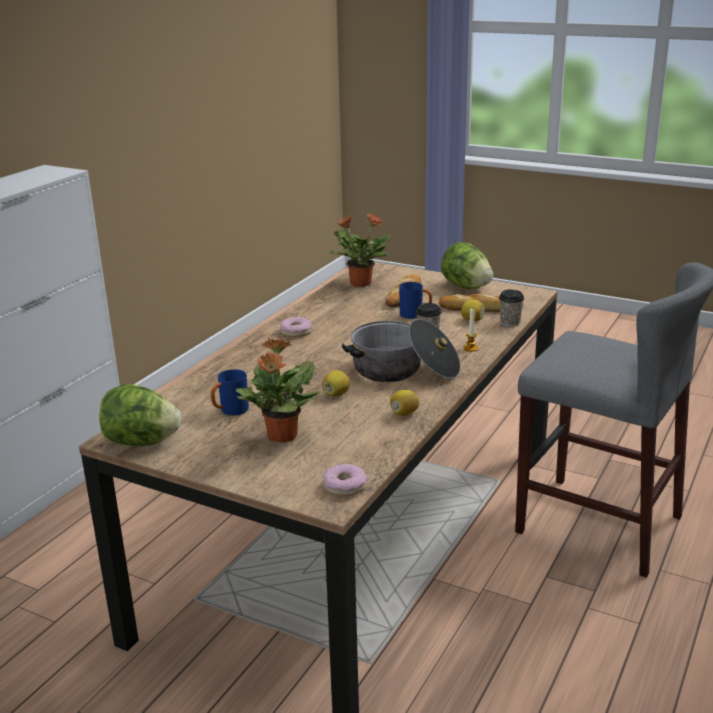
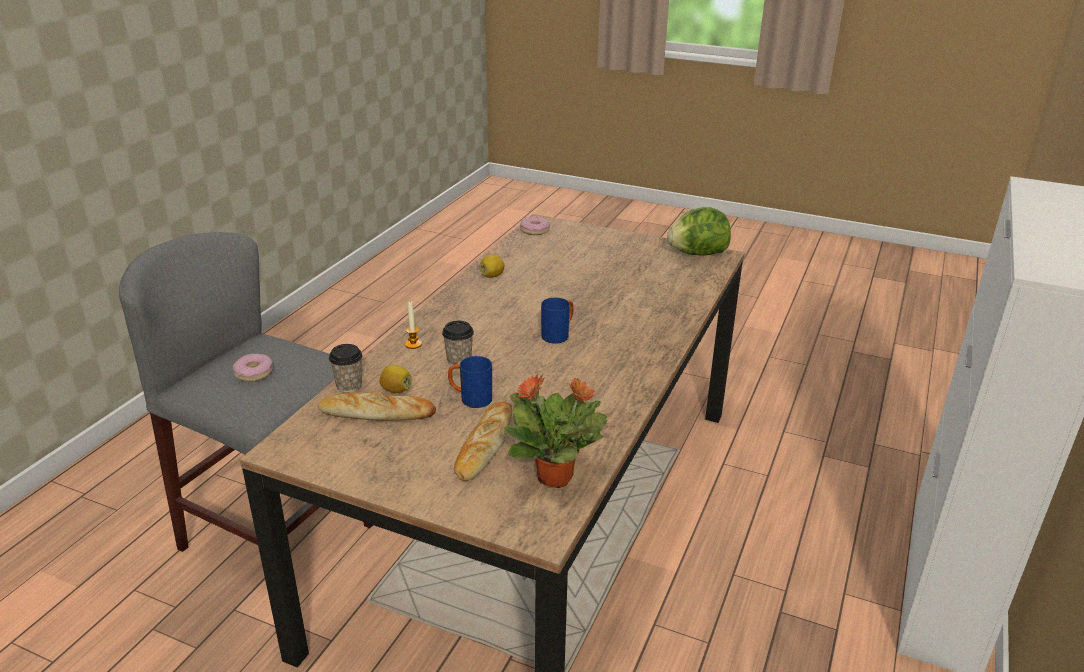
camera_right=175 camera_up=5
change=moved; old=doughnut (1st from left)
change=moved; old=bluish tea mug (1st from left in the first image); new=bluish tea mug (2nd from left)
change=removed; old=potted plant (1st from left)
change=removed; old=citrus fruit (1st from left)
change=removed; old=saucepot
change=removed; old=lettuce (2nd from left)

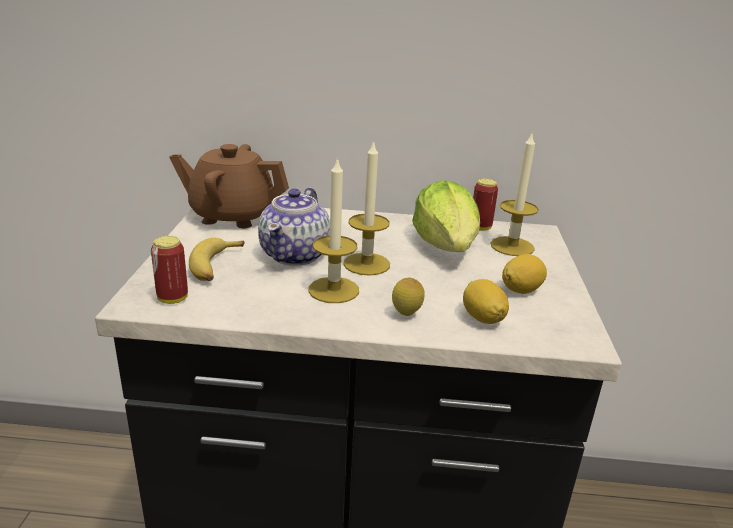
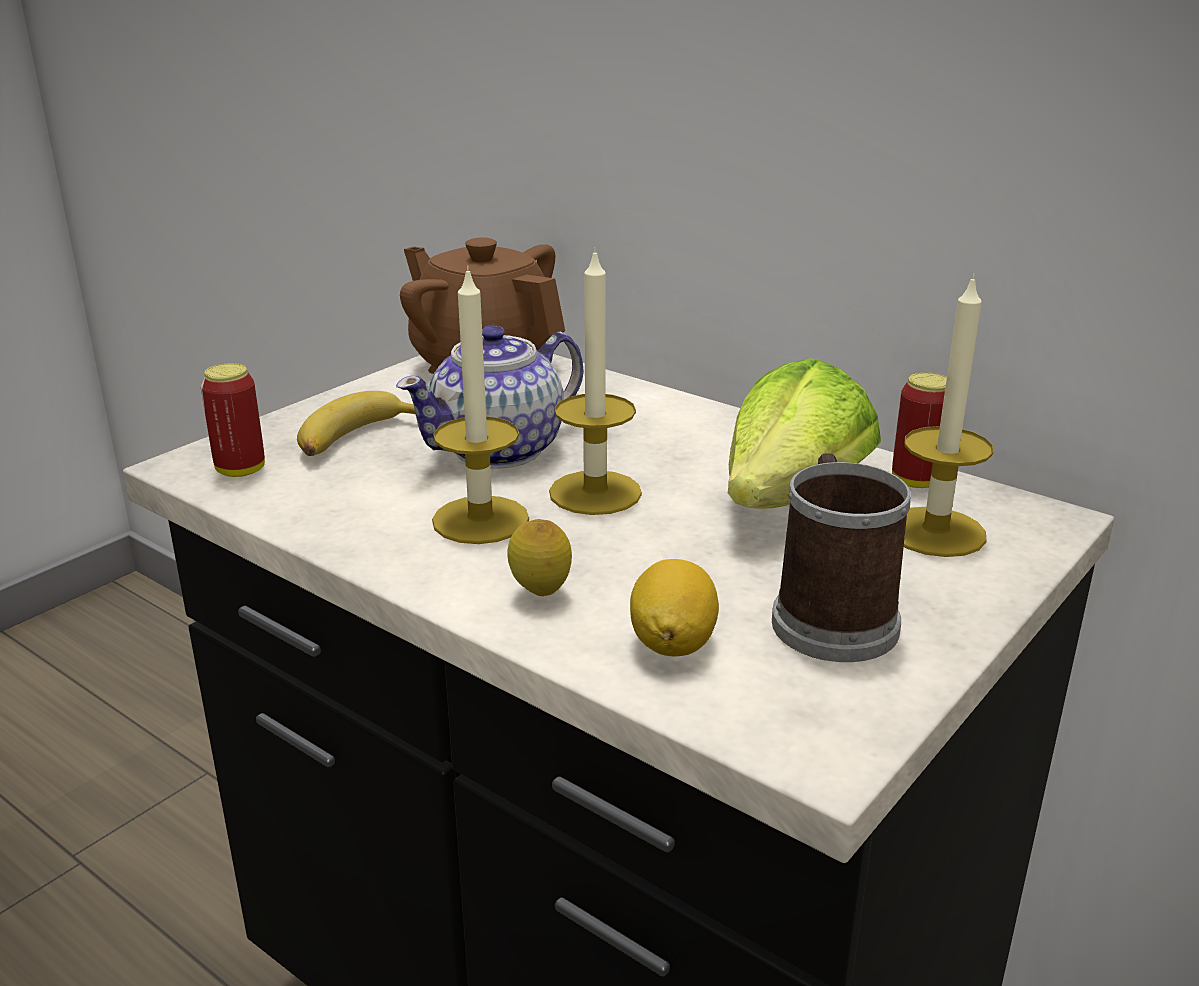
camera_right=35 camera_up=0
change=replaced; old=citrus fruit (3rd from left); new=tea mug

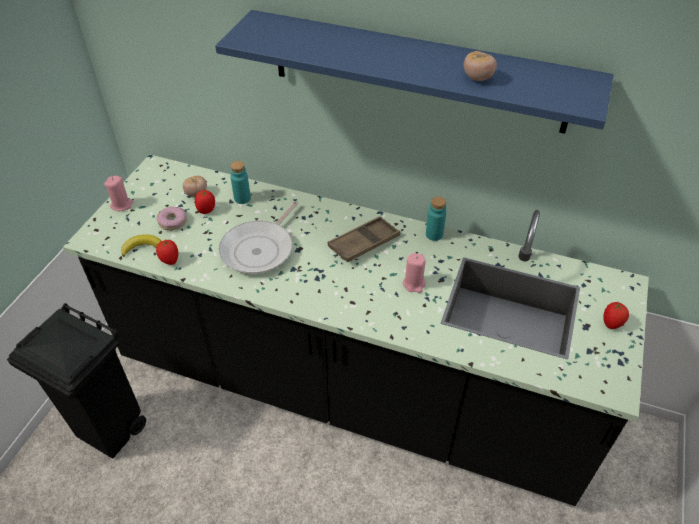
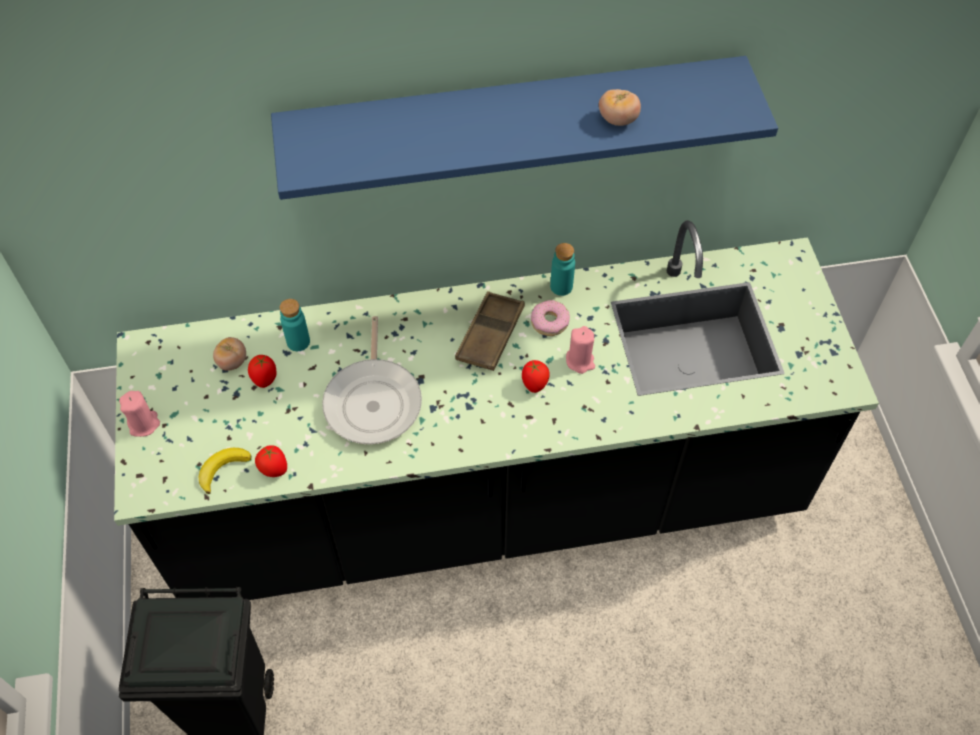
camera_right=-30 camera_up=10
change=moved; old=fresh tomato (5th from left in the first image); new=fresh tomato (4th from left)
change=moved; old=doughnut

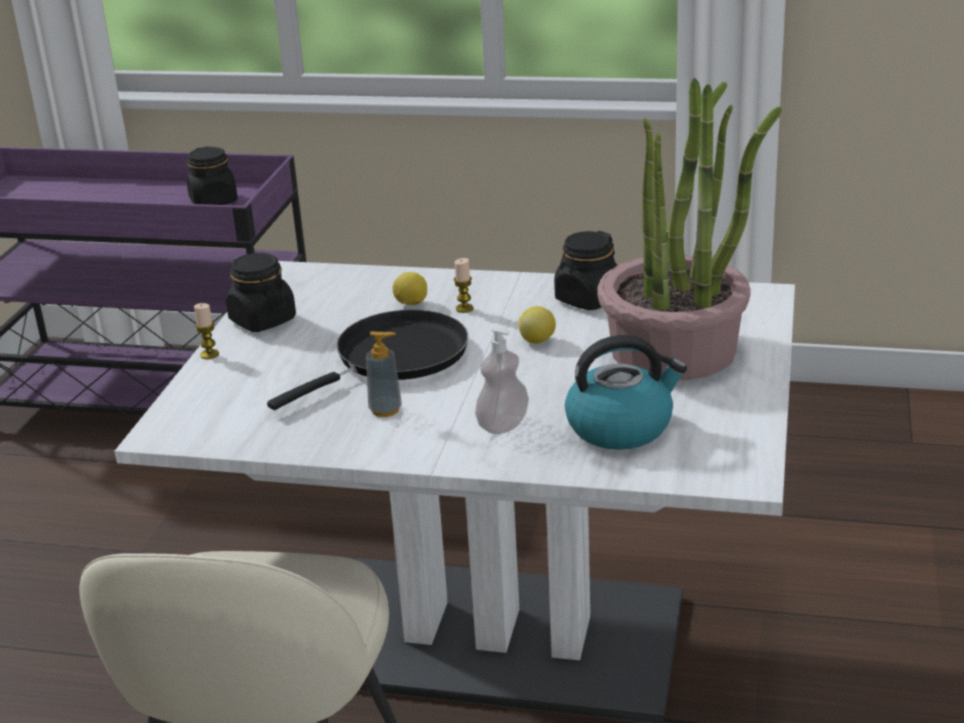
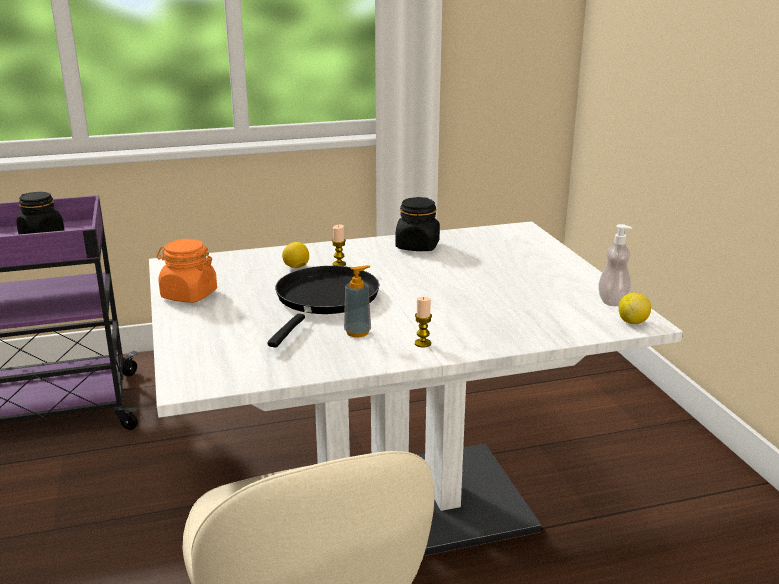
camera_right=-30 camera_up=-5
change=recoloured; old=blackish jar (2nd from left); new=orange-coloured jar
change=moved; old=wax light (1st from left in the first image); new=wax light (2nd from left)
change=moved; old=liquid soap bottle (2nd from left)
change=moved; old=citrus fruit (2nd from left)
change=removed; old=kettle
change=removed; old=potted plant

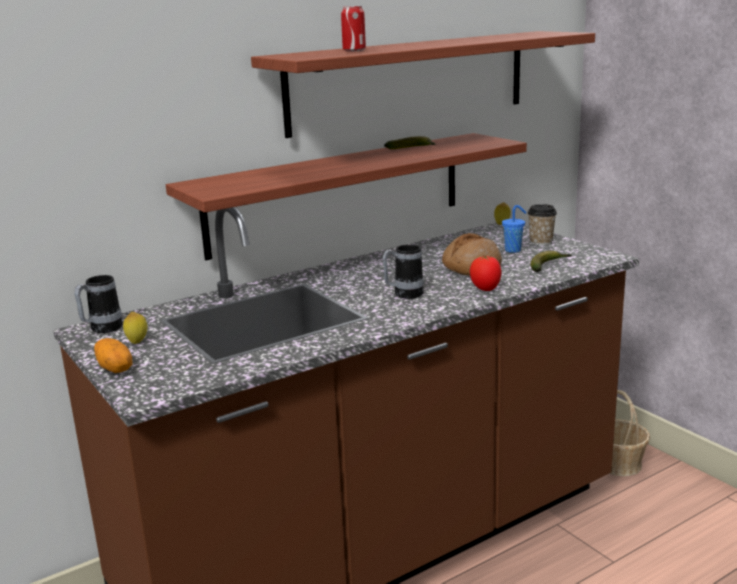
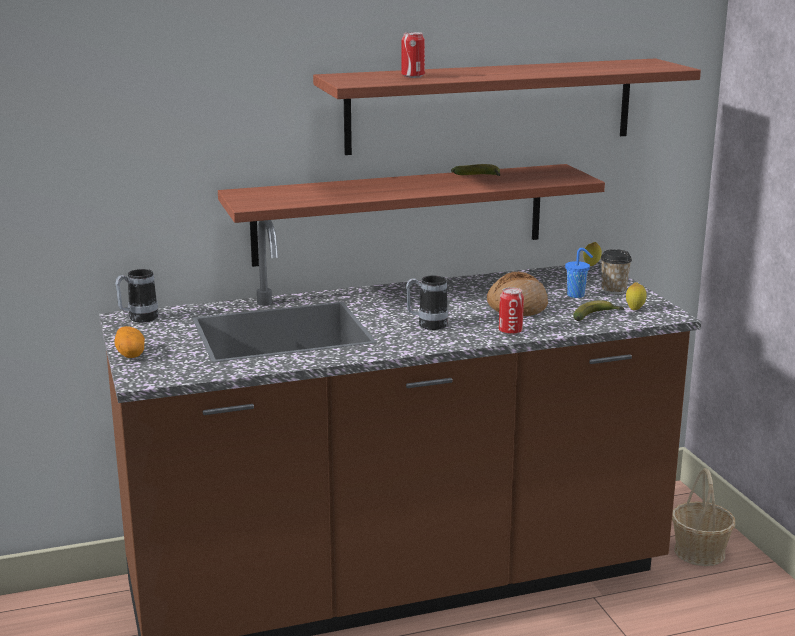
camera_right=15 camera_up=0
change=replaced; old=fresh tomato; new=metal can (2nd from left)
change=moved; old=citrus fruit (1st from left in the first image); new=citrus fruit (2nd from left)

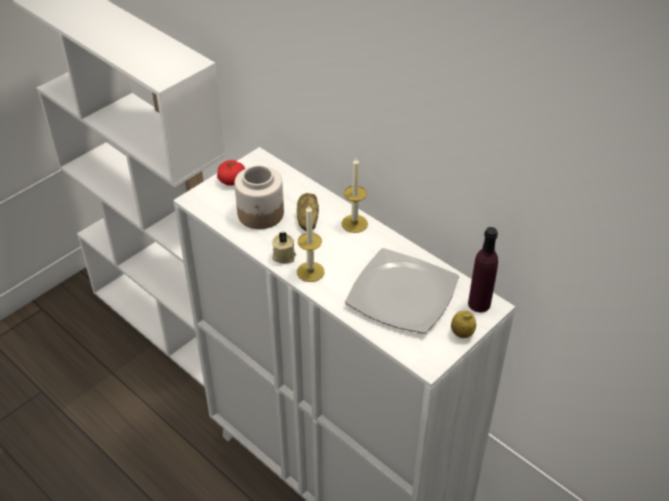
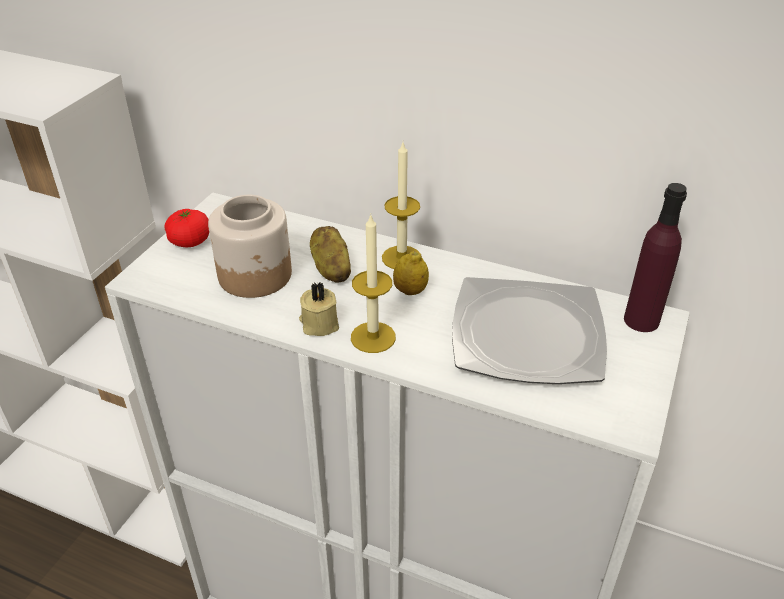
camera_right=-20 camera_up=-5
change=moved; old=citrus fruit

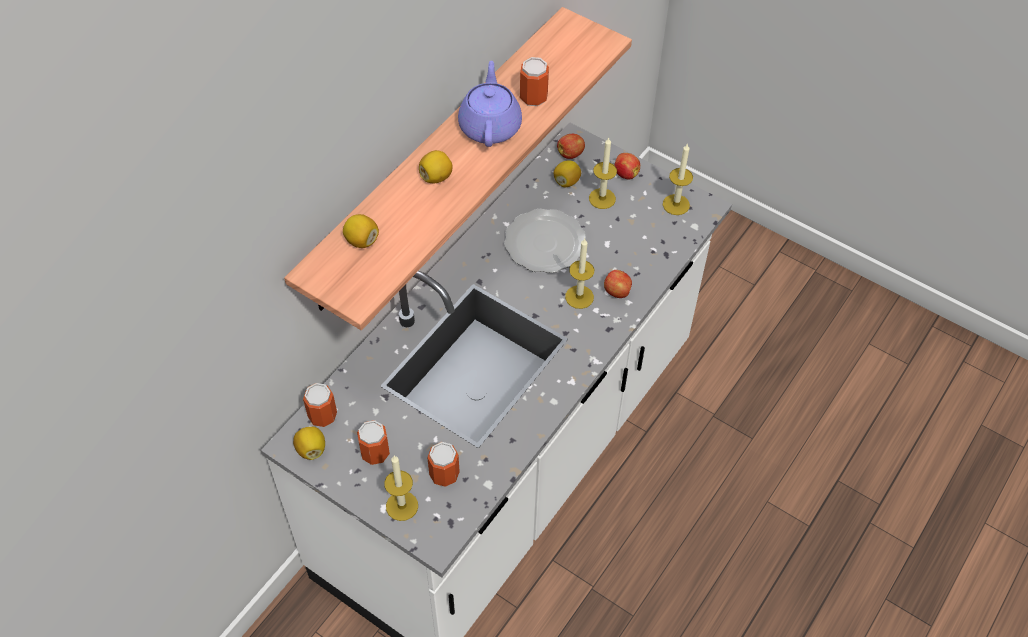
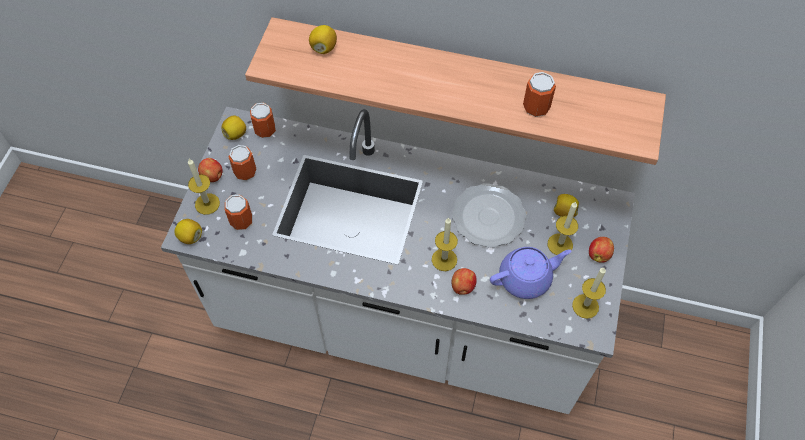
camera_right=70 camera_up=5
change=moved; old=citrus fruit (3rd from left in the first image); new=citrus fruit (1st from left)
change=moved; old=apple (1st from left)
change=moved; old=purplish pot for tea

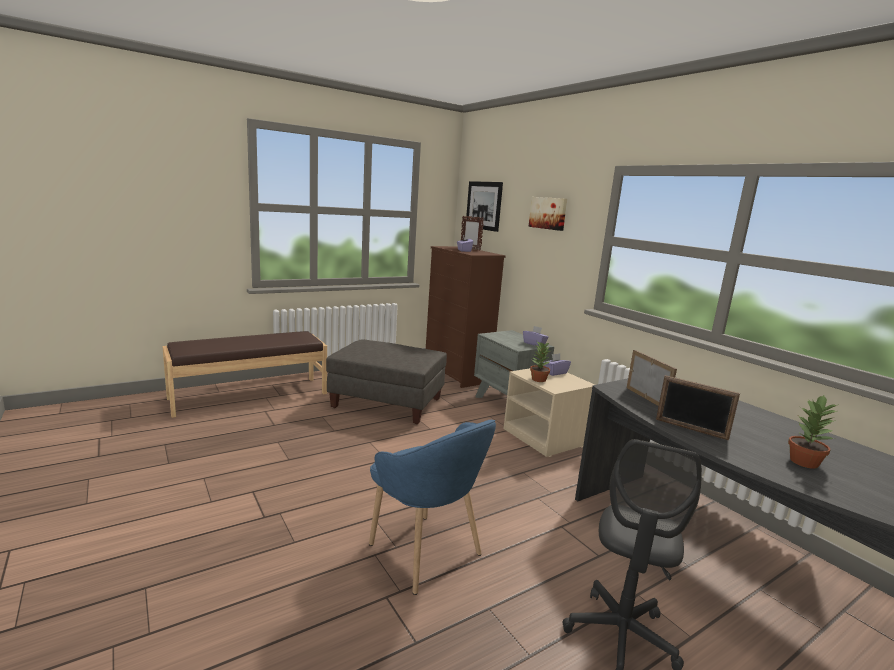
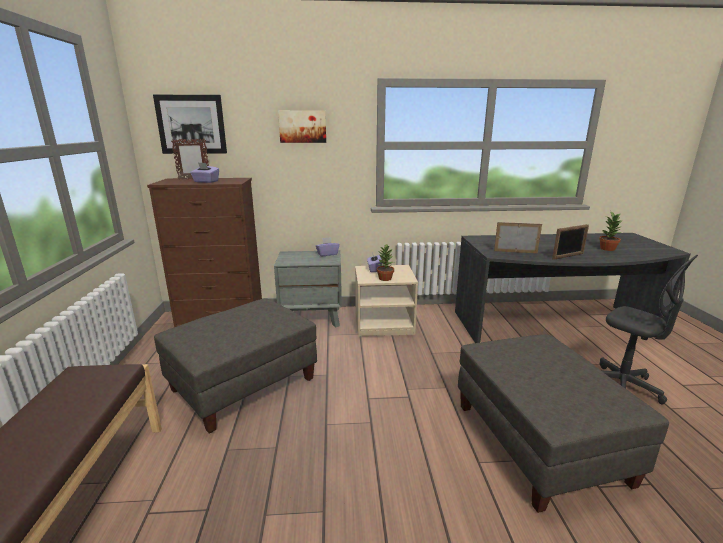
camera_right=-60 camera_up=5
change=replaced; old=bluish lounge chair; new=gray ottoman (2nd from left)

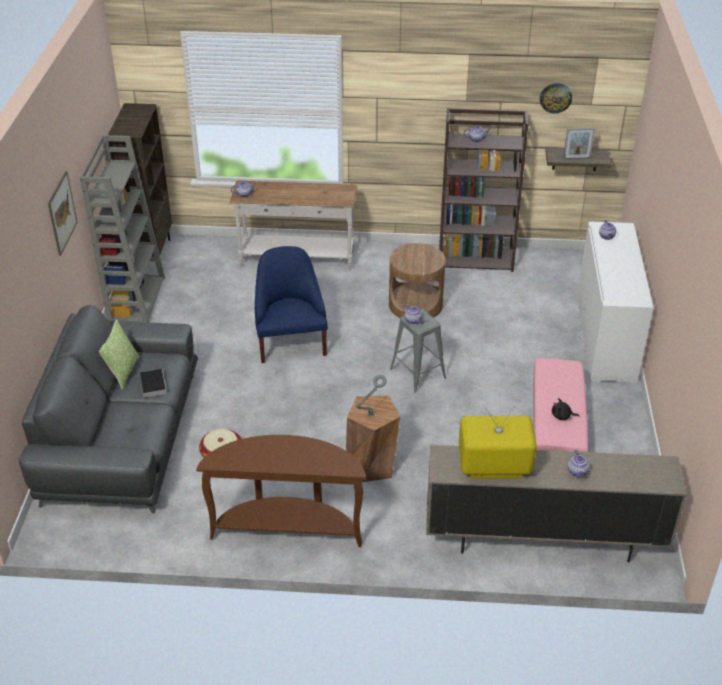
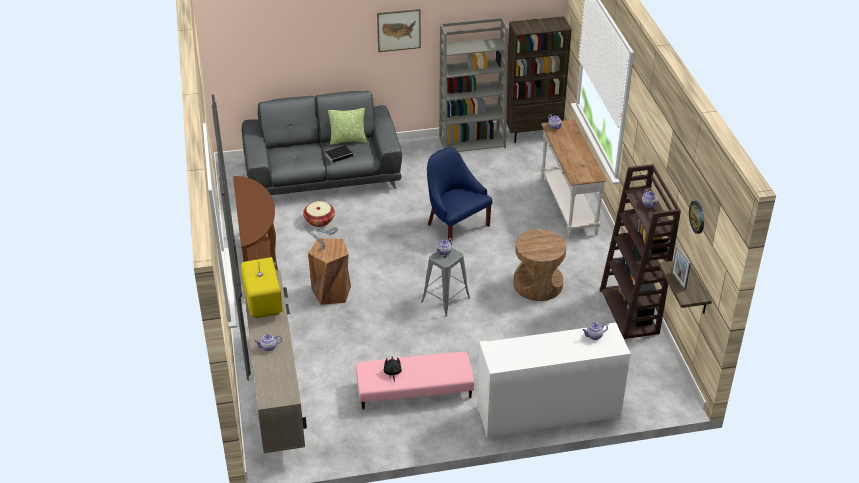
camera_right=75 camera_up=0
change=turned; old=bluish lounge chair; degrees=-105

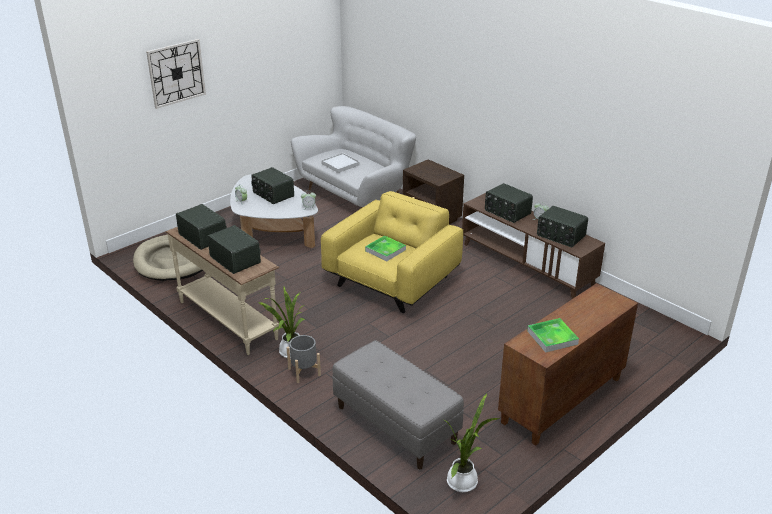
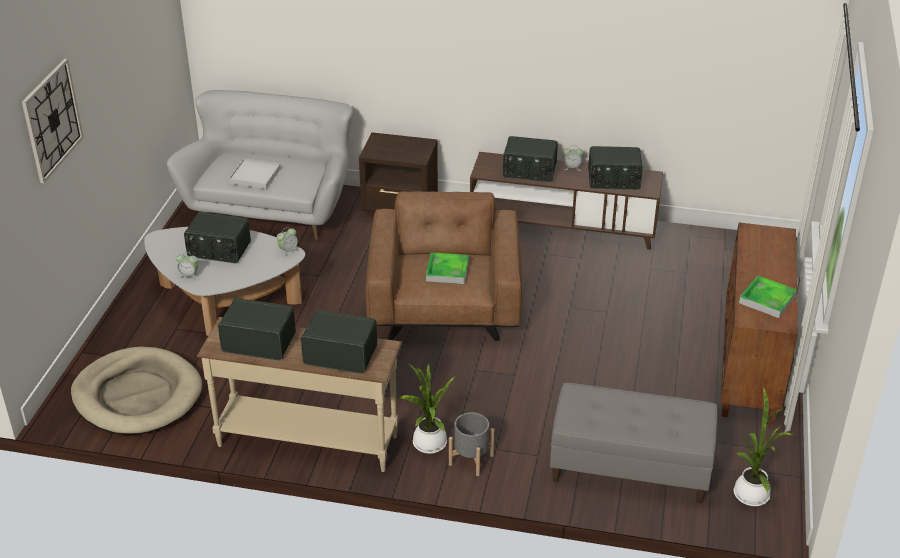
camera_right=-35 camera_up=5
change=recoloured; old=yellow lounge chair; new=brownish lounge chair

